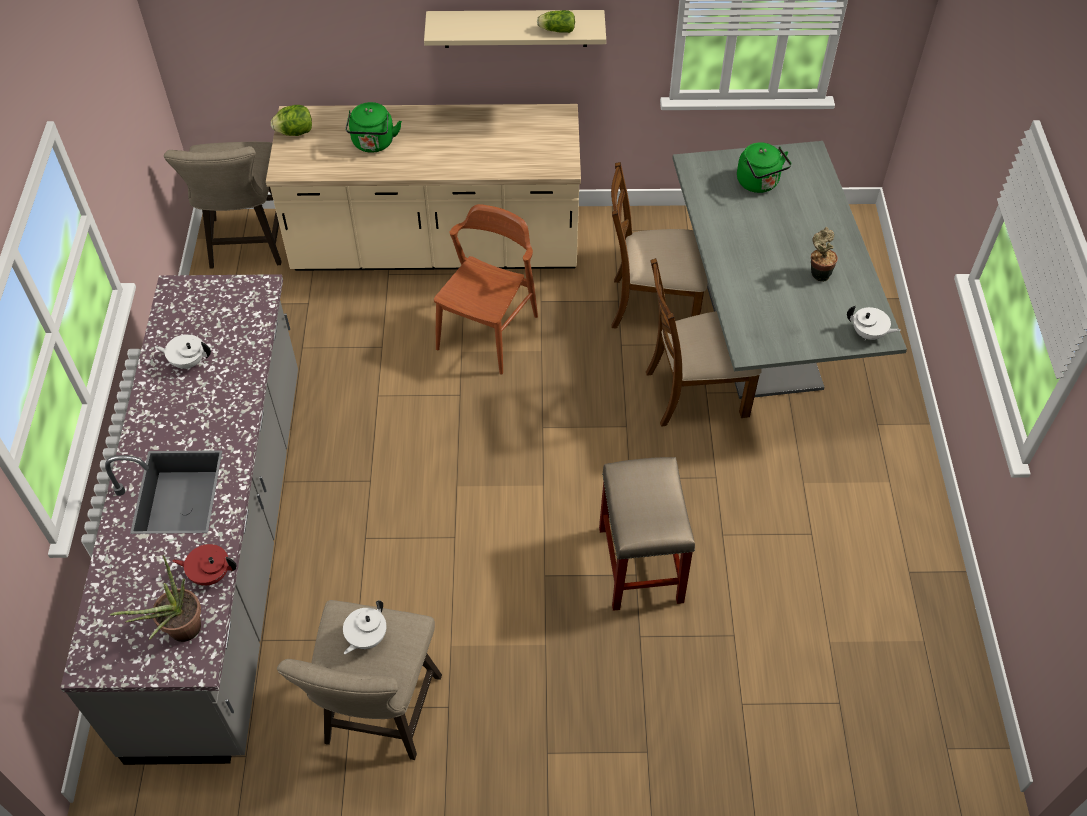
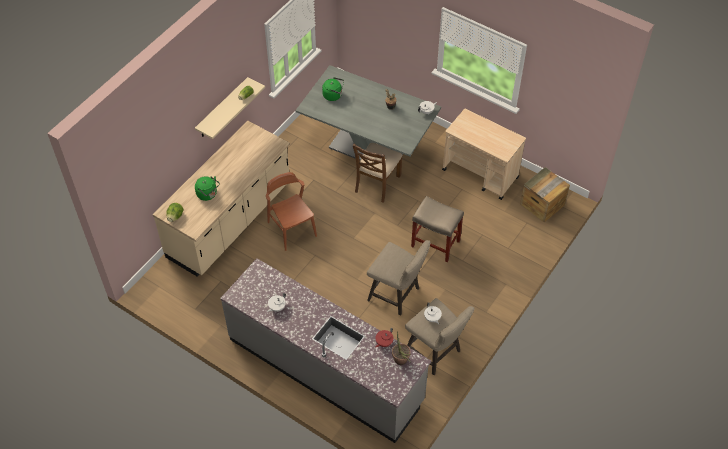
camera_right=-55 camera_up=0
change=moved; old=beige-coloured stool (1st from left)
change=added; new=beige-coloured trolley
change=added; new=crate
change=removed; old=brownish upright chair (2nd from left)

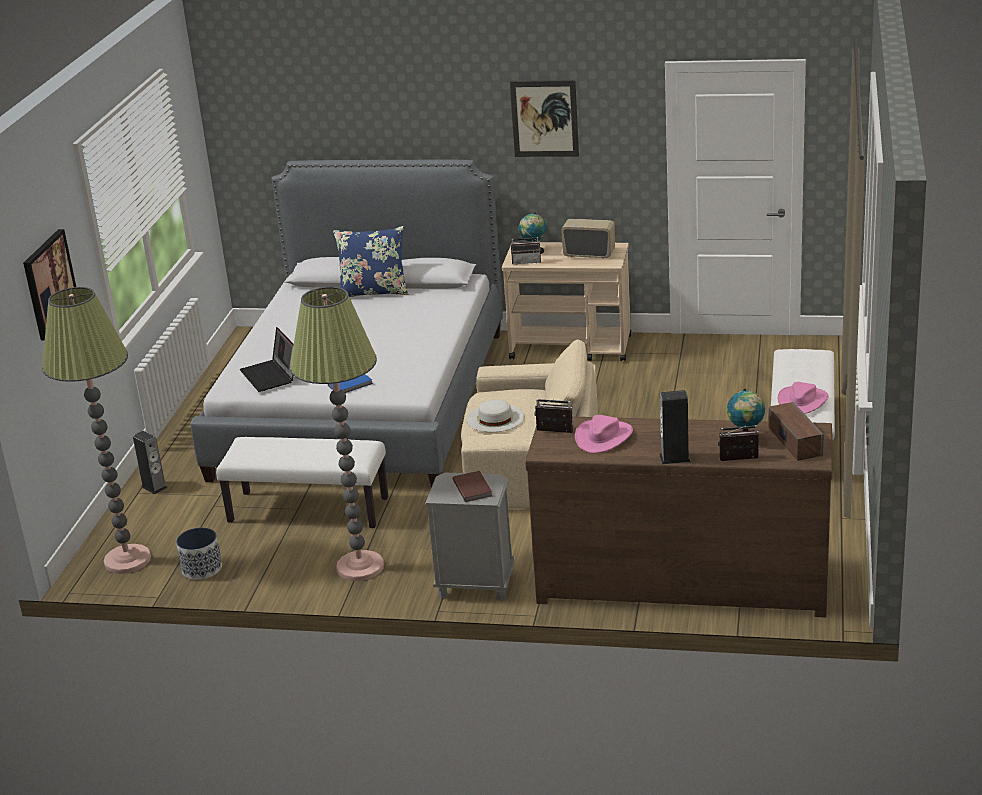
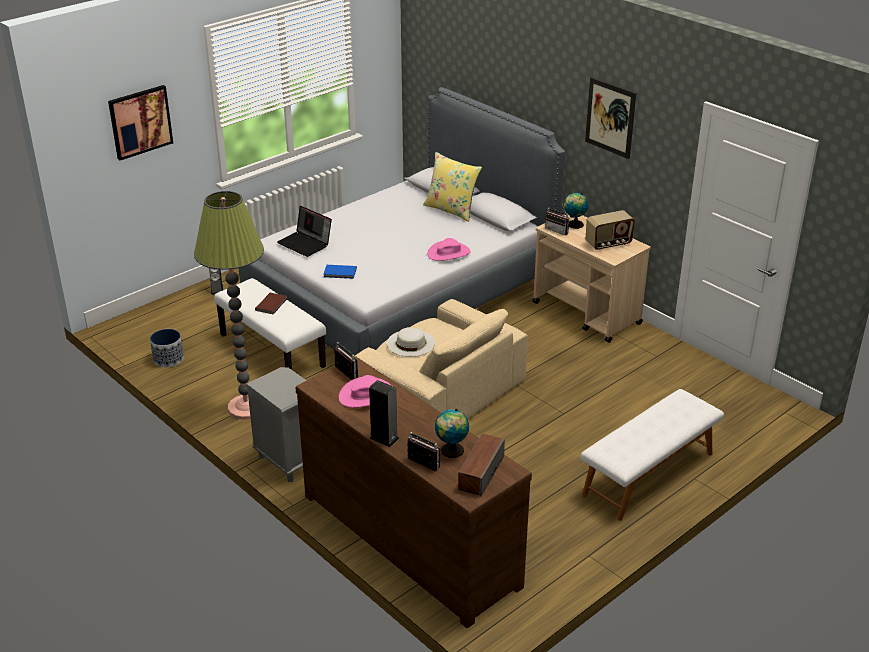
camera_right=35 camera_up=5
change=moved; old=brownish bound book
change=turned; old=portable computer; degrees=-60
change=recoloured; old=bluish throw pillow; new=yellow throw pillow
change=moved; old=pink clothing hat (2nd from left)
change=turned; old=radio receiver (3rd from left in the first image); degrees=105
change=removed; old=floor lamp (1st from left)

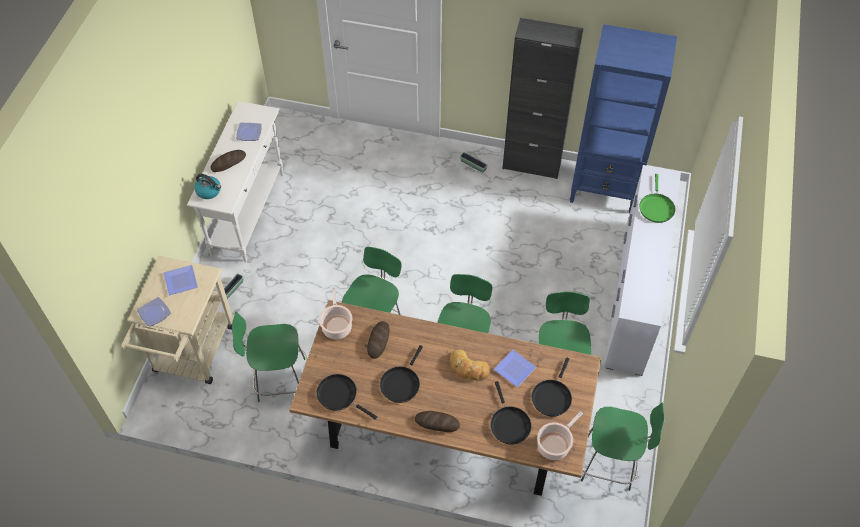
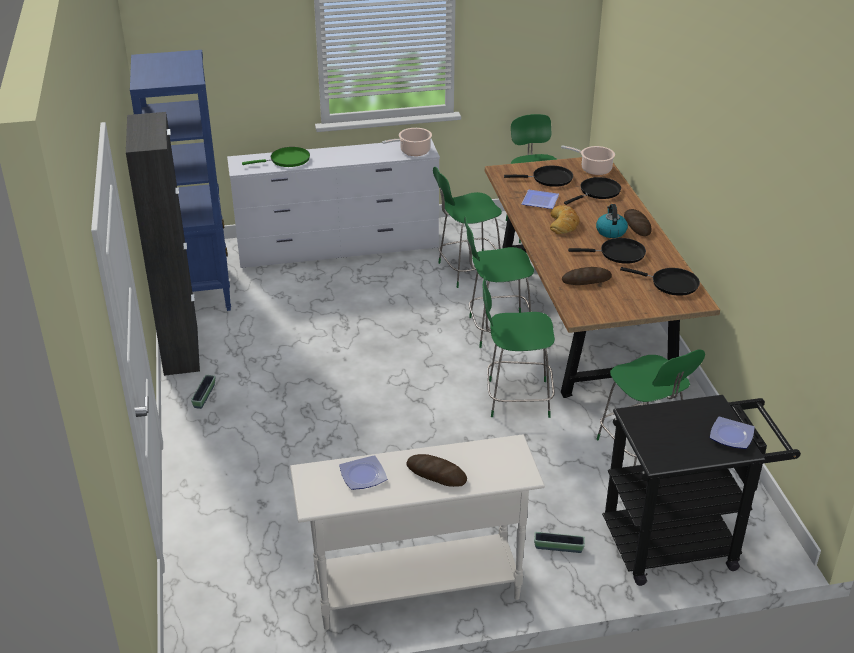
camera_right=-115 camera_up=-20
change=moved; old=saucepot (1st from left)
change=moved; old=kettle
change=recoloured; old=beige-coloured trolley; new=blackish trolley
change=turned; old=blackish skillet (1st from left in the first image); degrees=-75
change=removed; old=dinner plate (2nd from left)

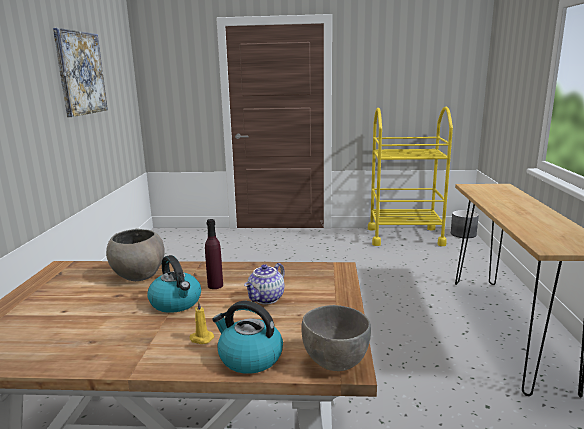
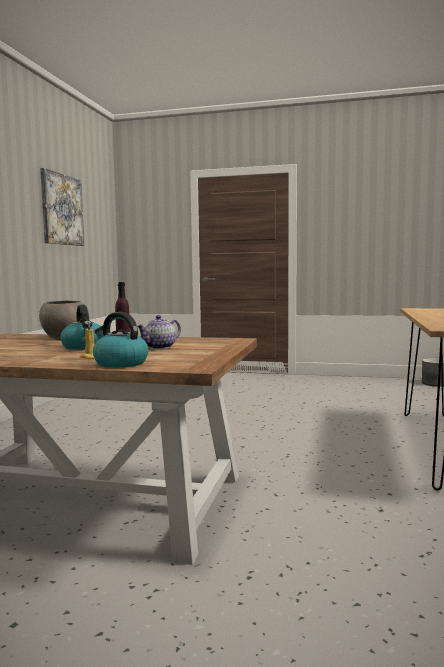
camera_right=10 camera_up=-10
change=removed; old=gray serving bowl (2nd from left)
change=removed; old=yellow trolley

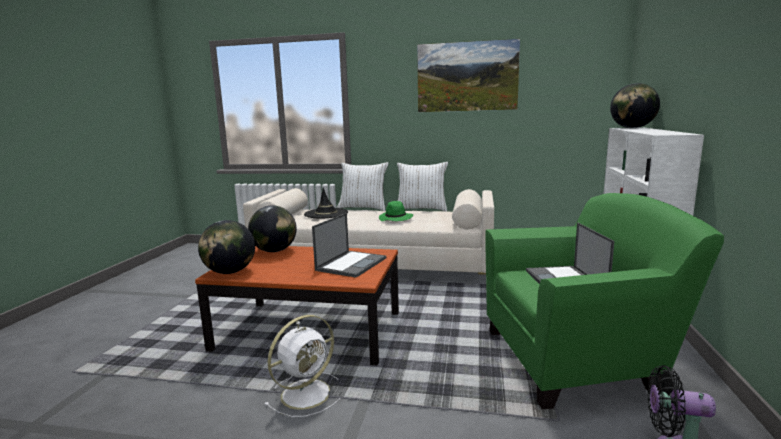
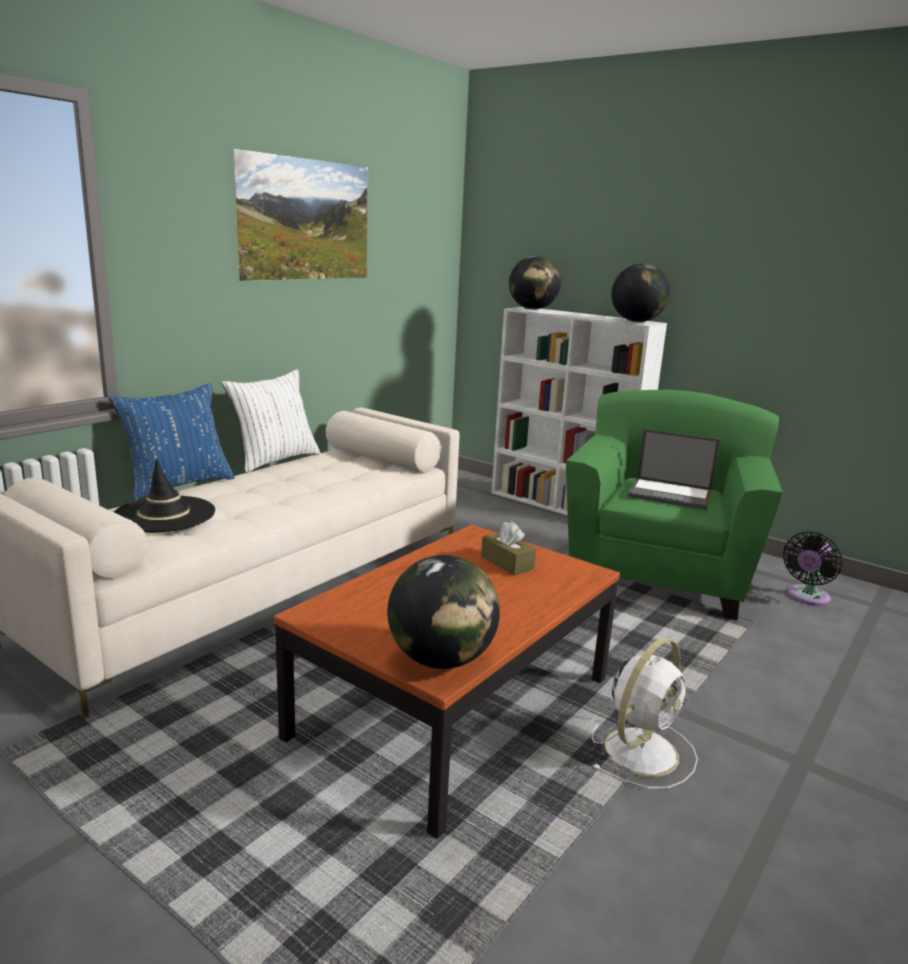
camera_right=-65 camera_up=5
change=recoloured; old=white-coloured throw pillow (1st from left); new=bluish throw pillow
change=replaced; old=portable computer (1st from left); new=brownish tissue holder
change=turned; old=white-coloured cooling fan; degrees=60
change=moved; old=world globe (2nd from left in the first image); new=world globe (3rd from left)
change=removed; old=green clothing hat

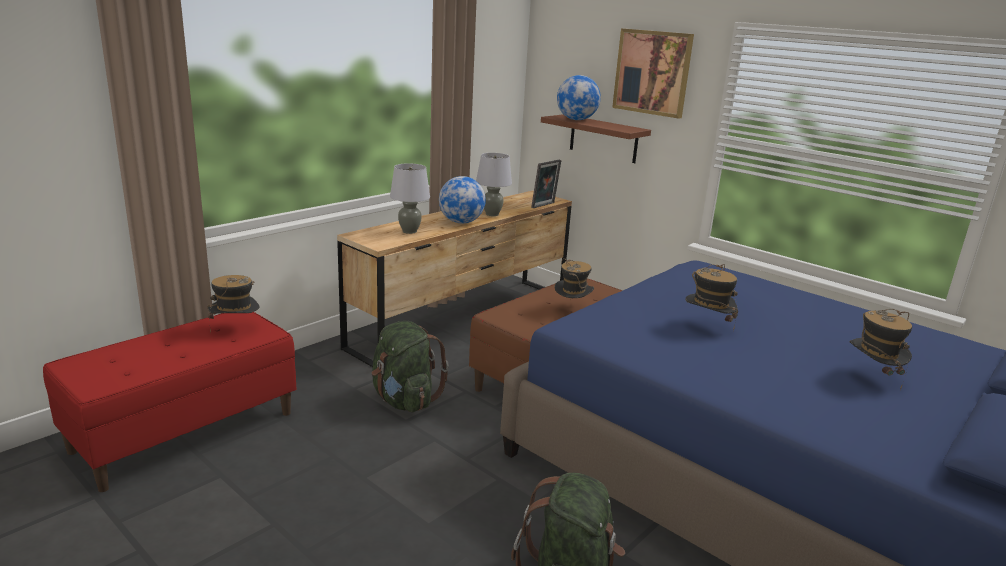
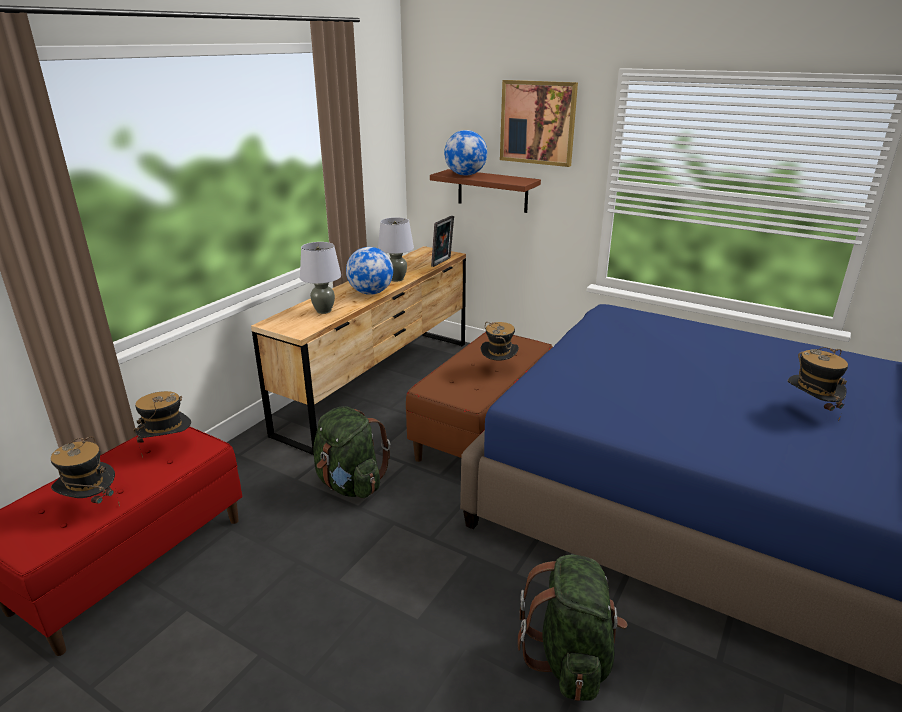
camera_right=-10 camera_up=5
change=moved; old=clothing hat (3rd from left in the first image); new=clothing hat (1st from left)

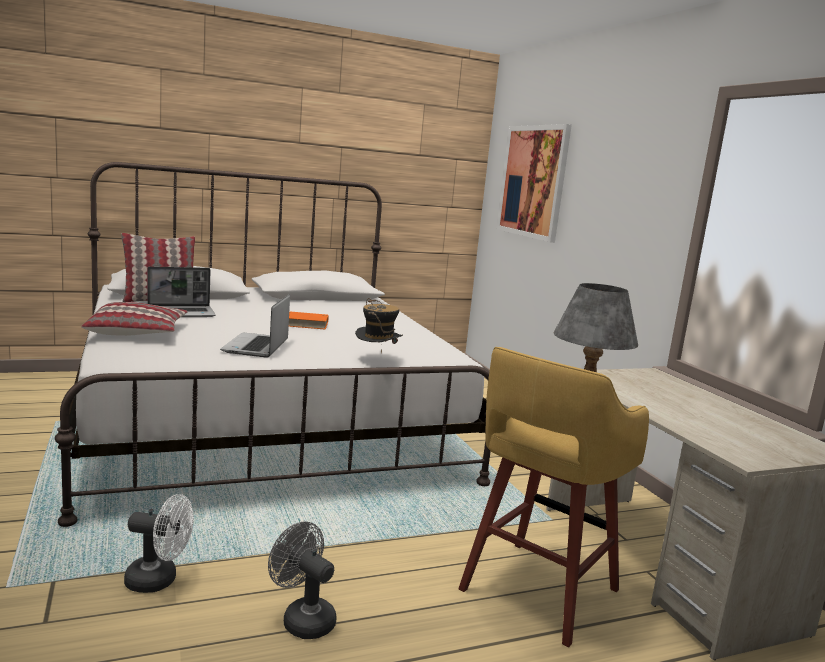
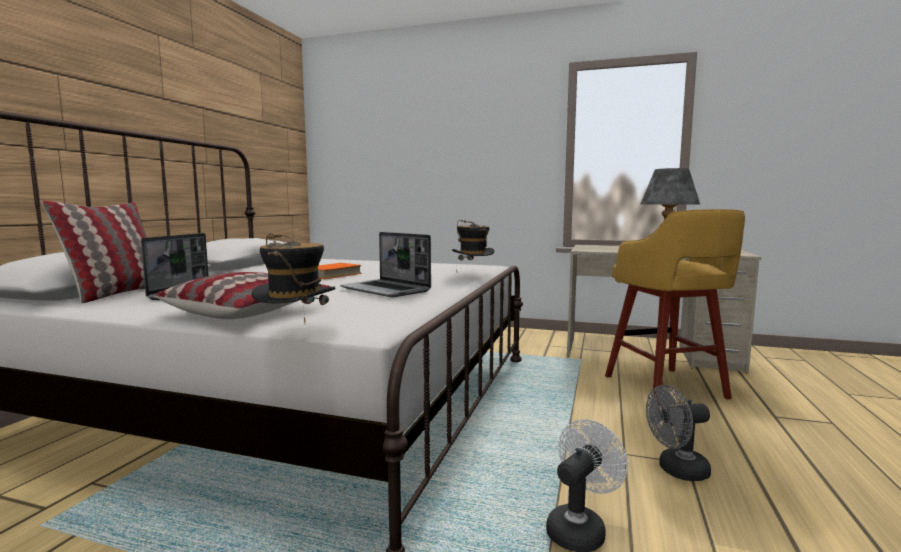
camera_right=-50 camera_up=-5
change=added; new=clothing hat (1st from left)
change=removed; old=wall art

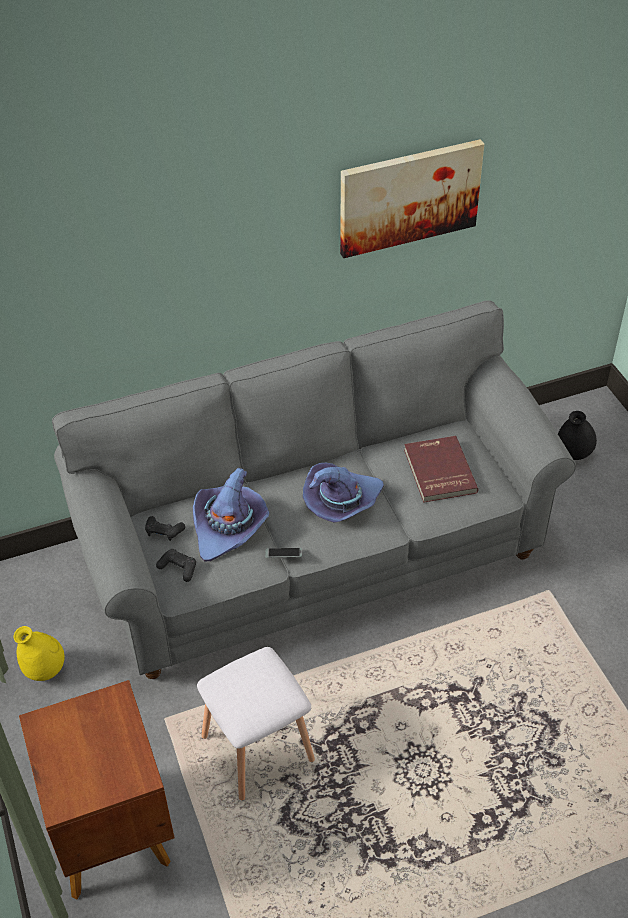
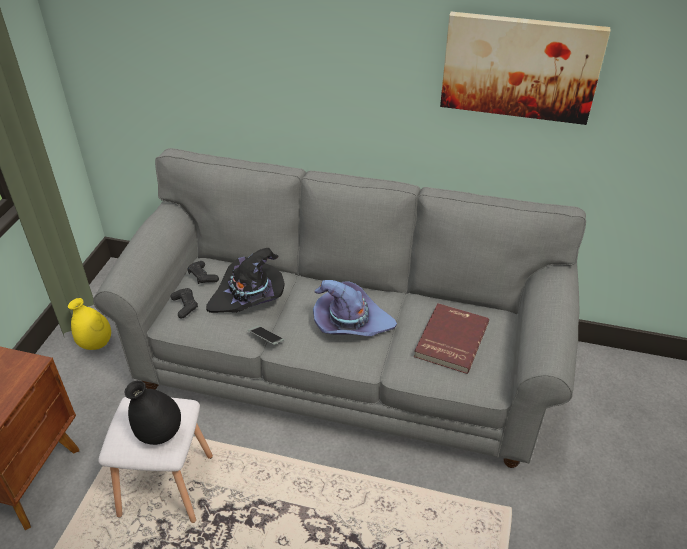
camera_right=35 camera_up=-5
change=moved; old=blackish decorative vase
change=recoloured; old=purplish clothing hat (1st from left); new=blackish clothing hat

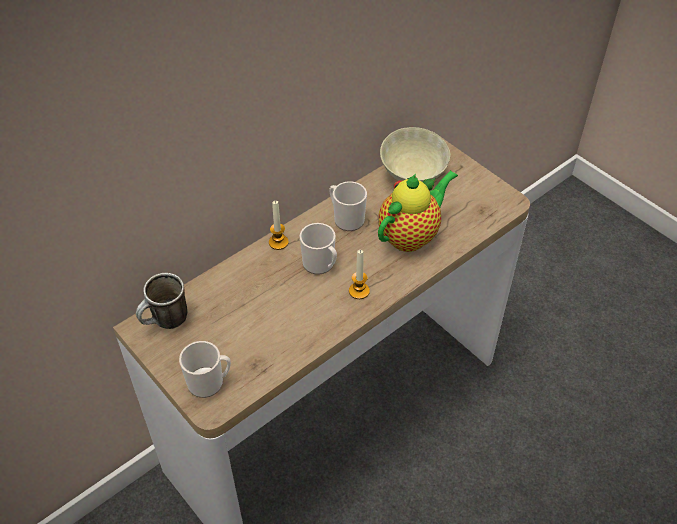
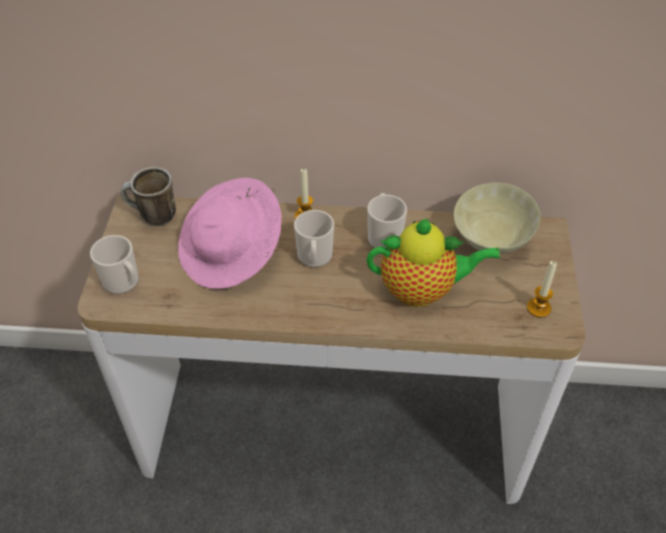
camera_right=45 camera_up=0
change=added; new=pink clothing hat
change=moved; old=wax light (2nd from left)

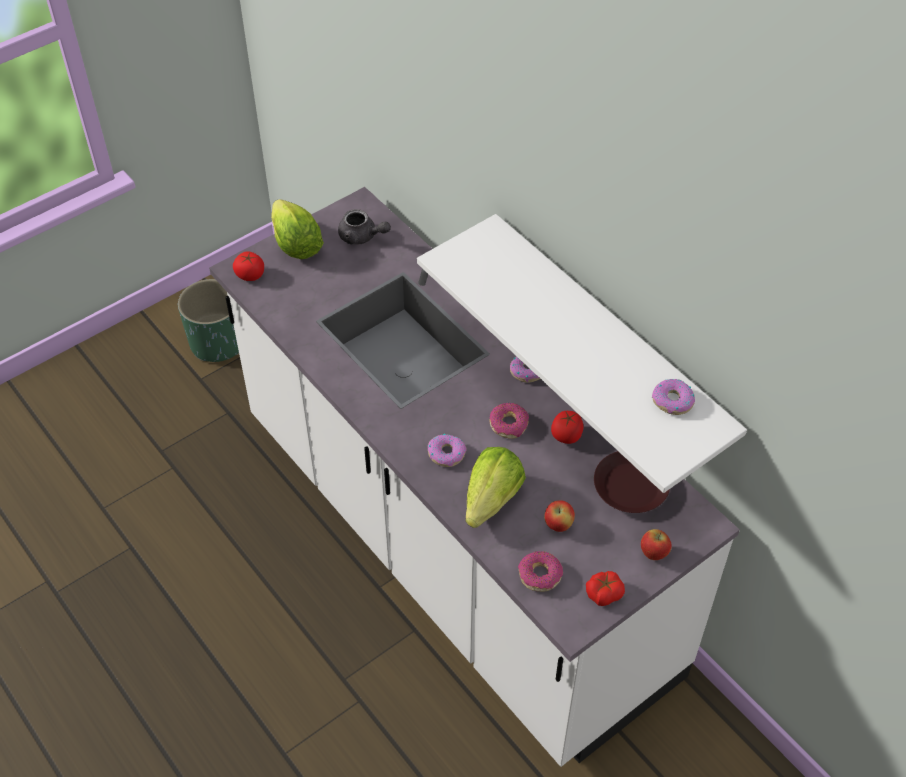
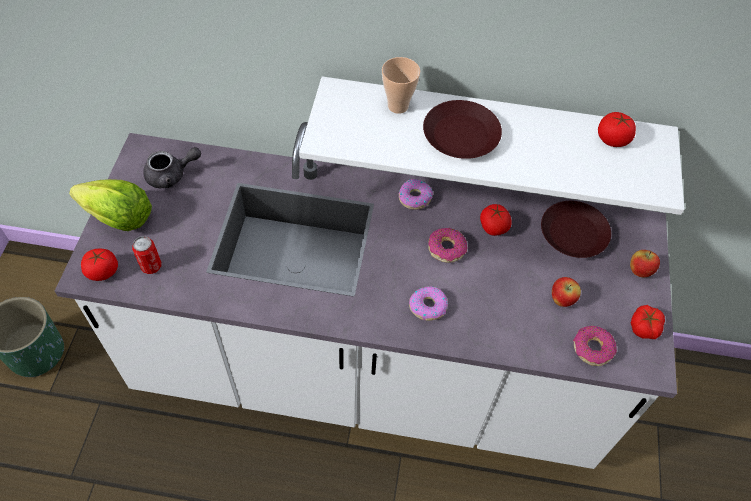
camera_right=-45 camera_up=5
change=added; new=metal can
change=added; new=drinking cup
change=added; new=brownish dinner plate (1st from left)
change=replaced; old=doughnut (5th from left); new=fresh tomato (3rd from left)
change=removed; old=lettuce (2nd from left)

